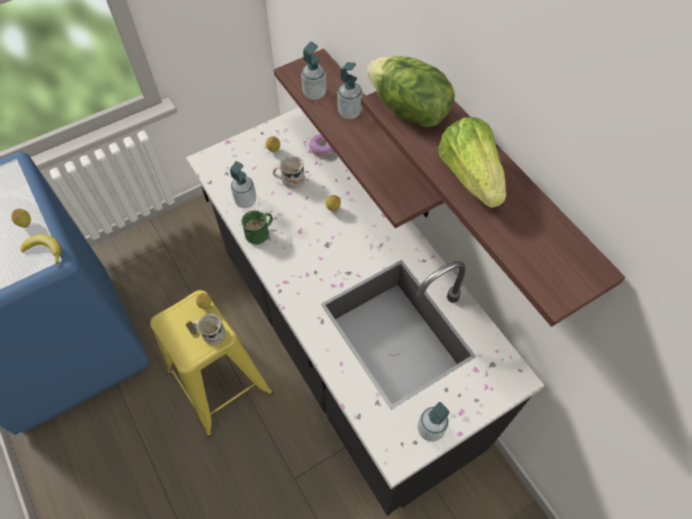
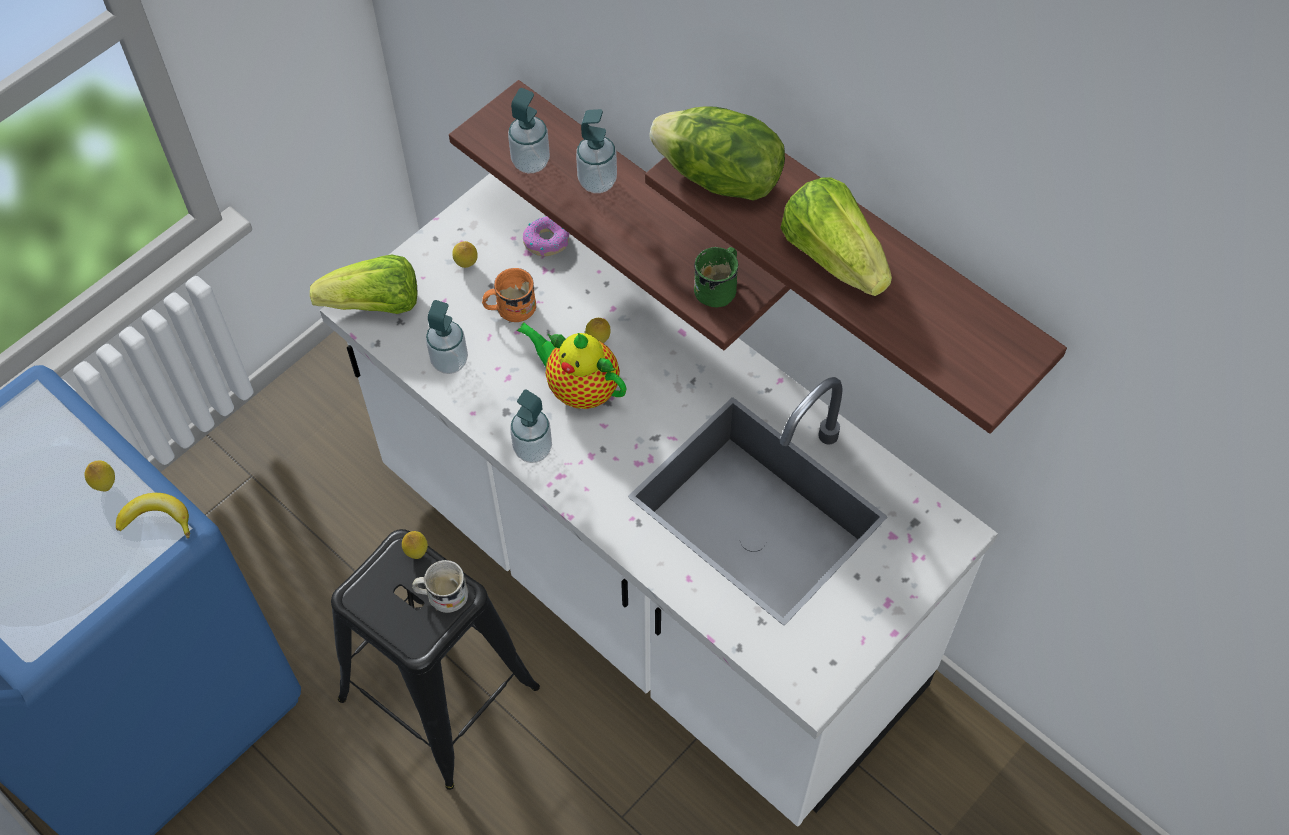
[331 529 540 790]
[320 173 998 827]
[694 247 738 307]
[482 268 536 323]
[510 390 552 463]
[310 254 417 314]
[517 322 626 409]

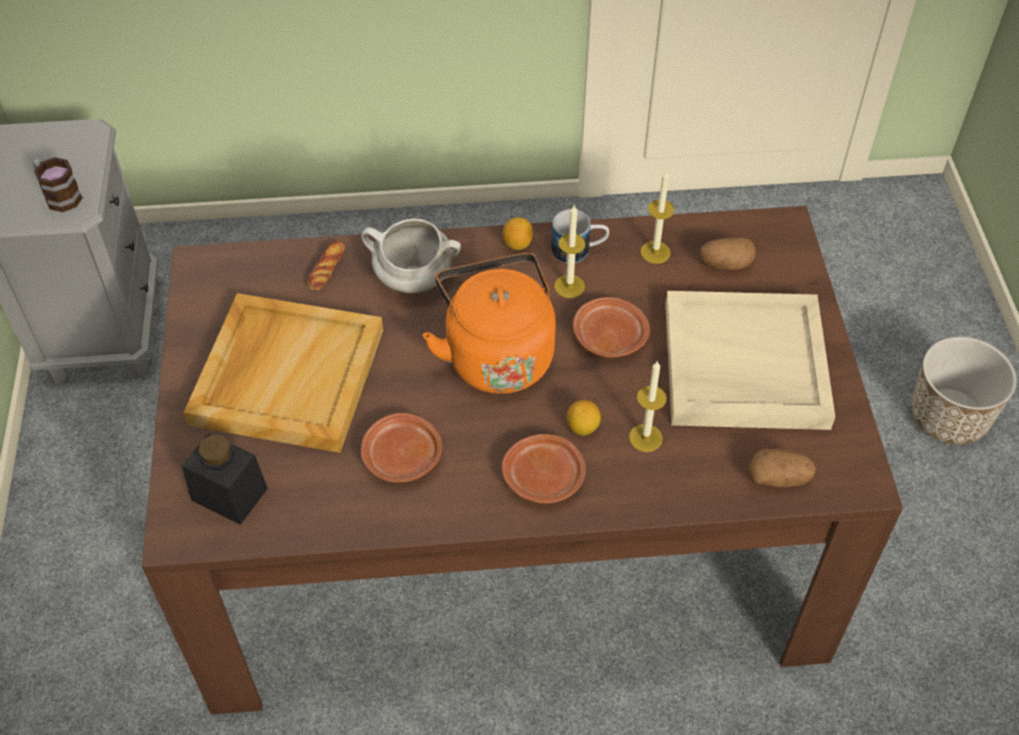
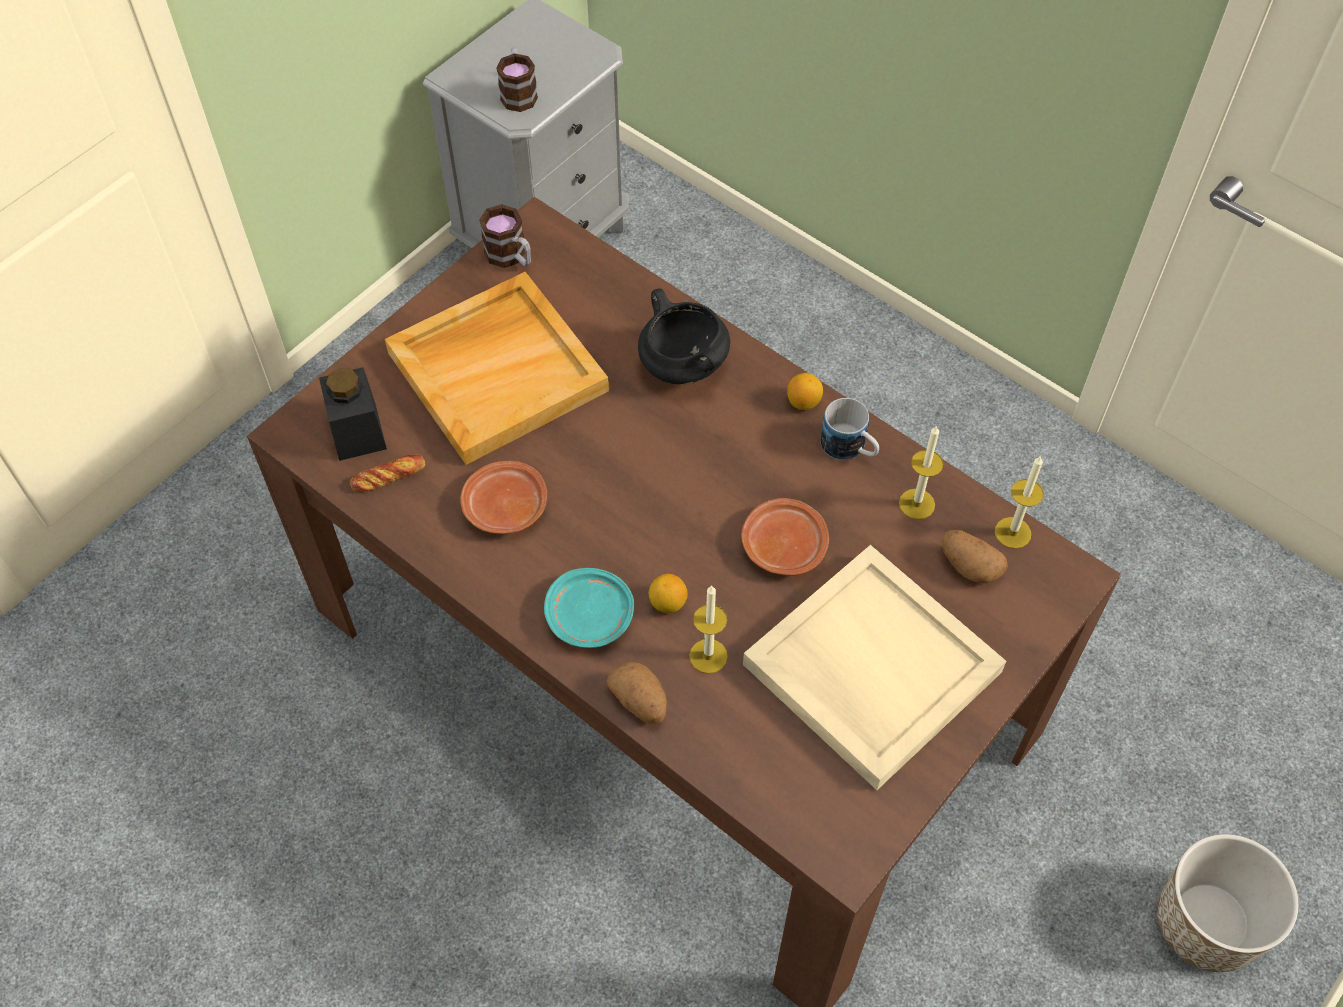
[350 455 425 492]
[638 289 730 385]
[423 253 556 394] (first image)
[544 568 634 648]
[995 456 1044 549]
[607 662 667 724]
[479 204 531 268]

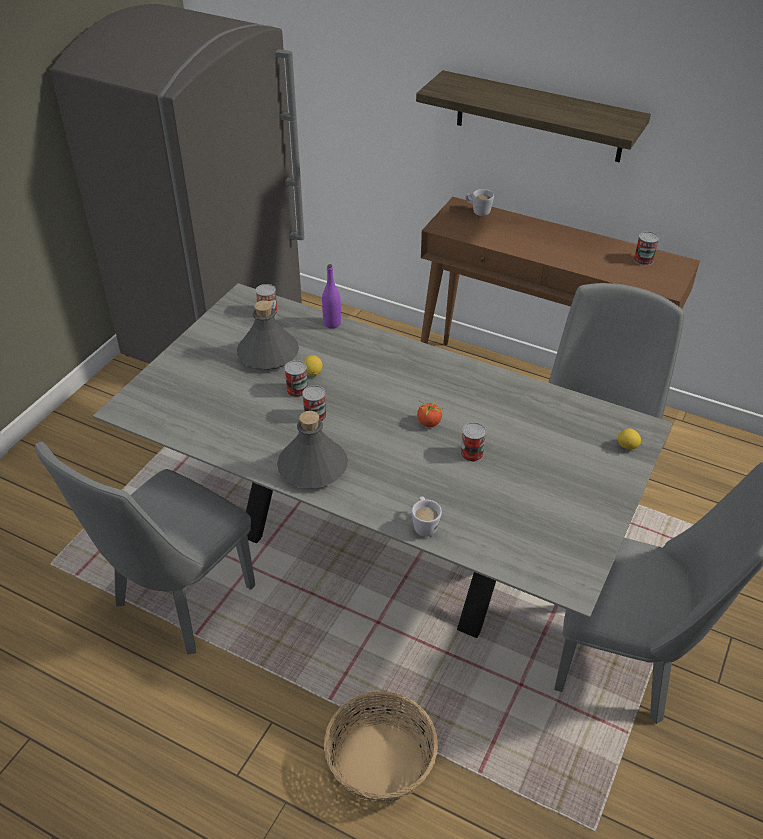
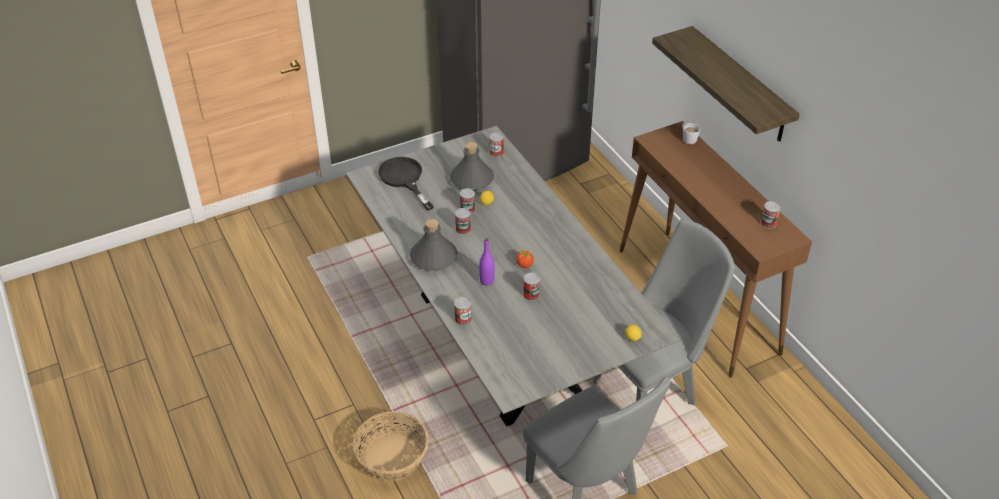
[35 442 255 654] (first image)
[479 238 495 286]
[454 297 472 325]
[378 157 434 211]

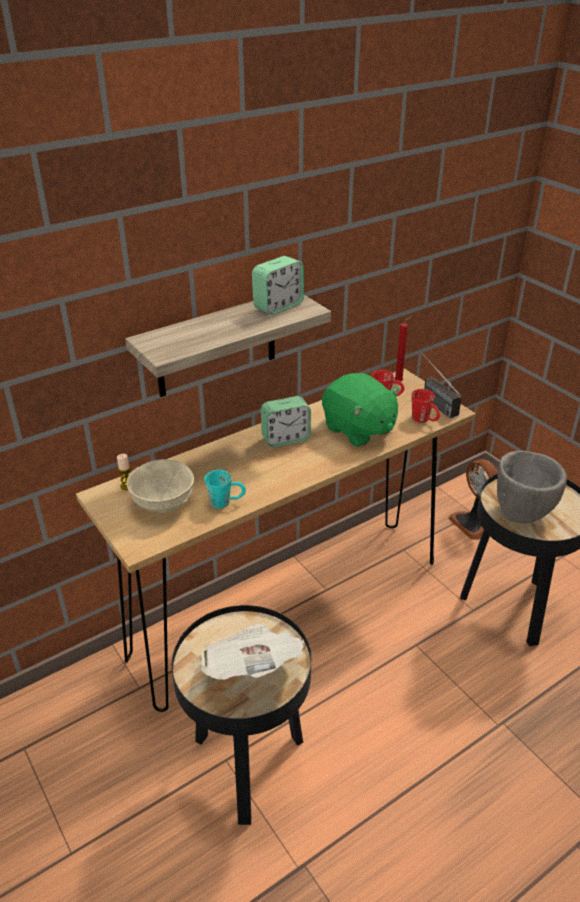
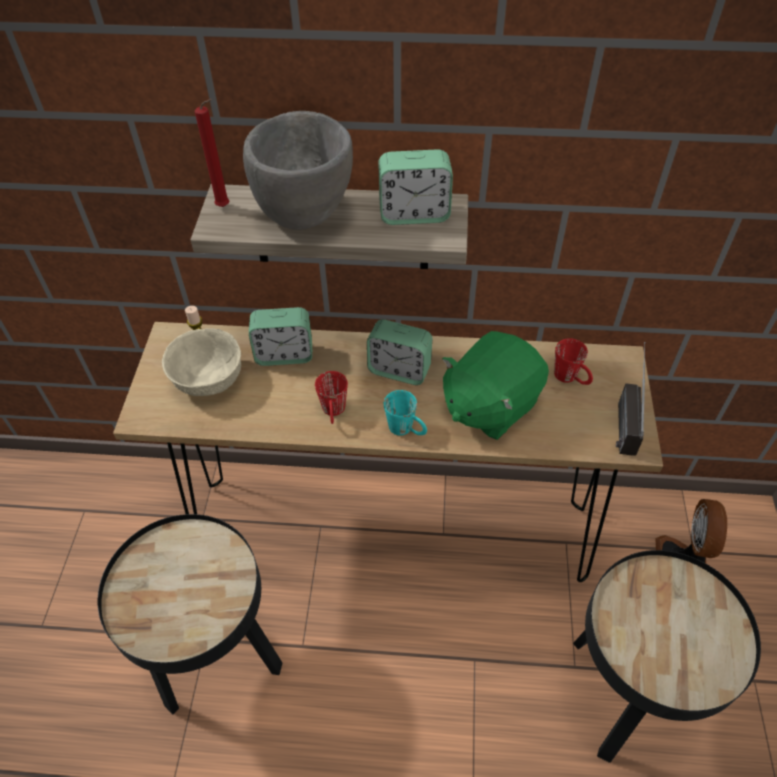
[201 623 304 680] (first image)
[384 390 427 436]
[442 331 549 440]
[195 99 229 207]
[315 371 348 424]
[243 111 353 230]
[249 307 312 366]

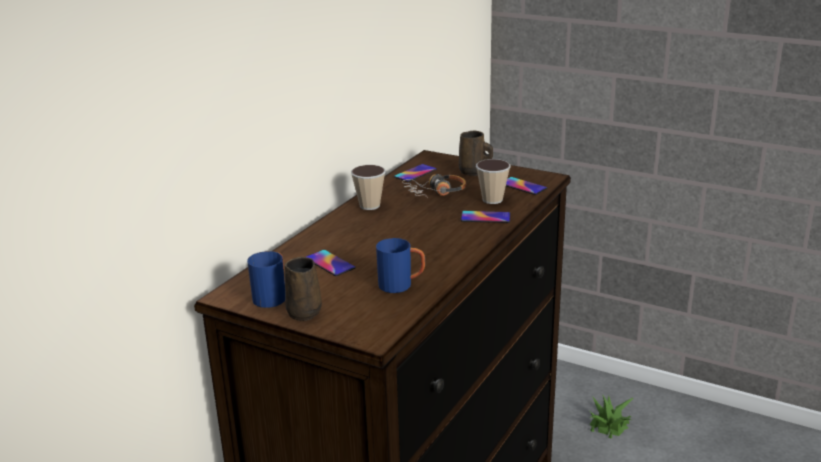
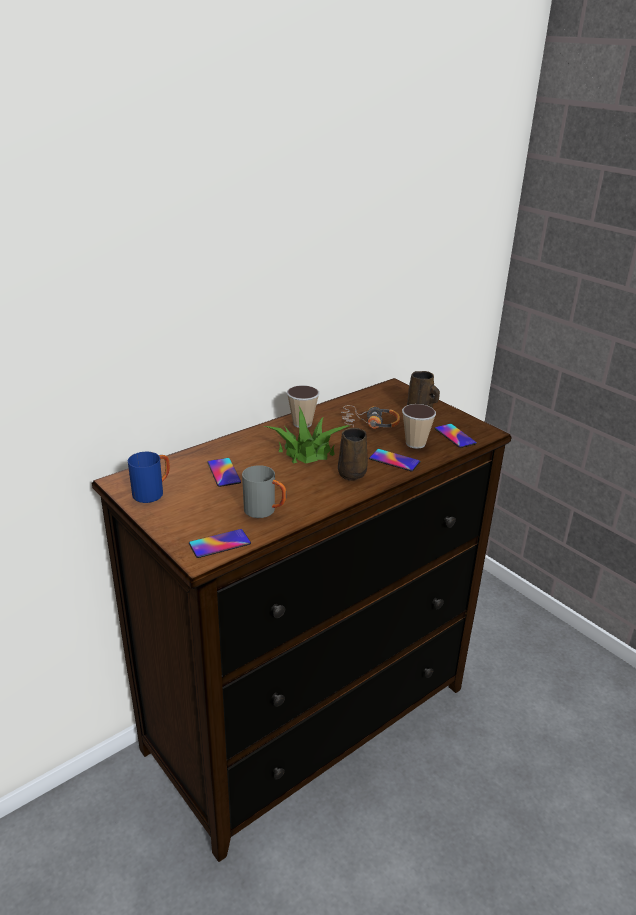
[338 428 368 481]
[242 465 286 518]
[189 529 251 558]
[264 406 351 463]

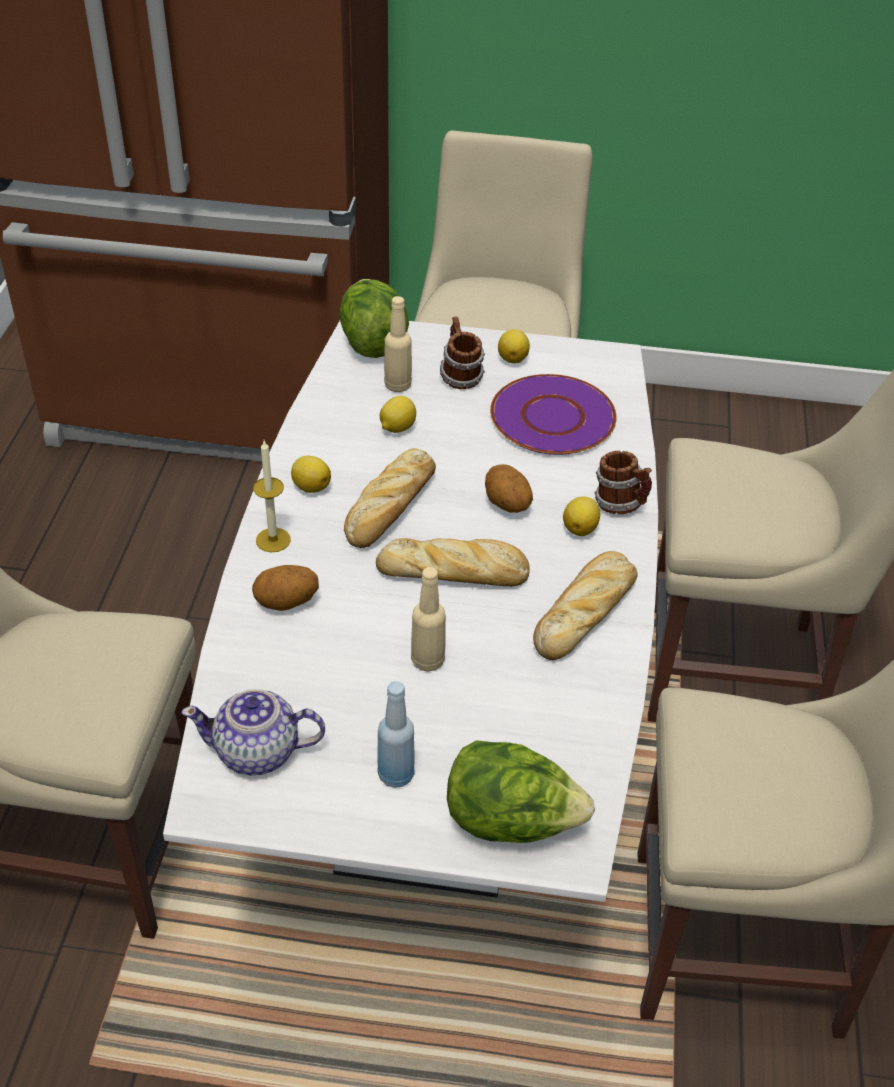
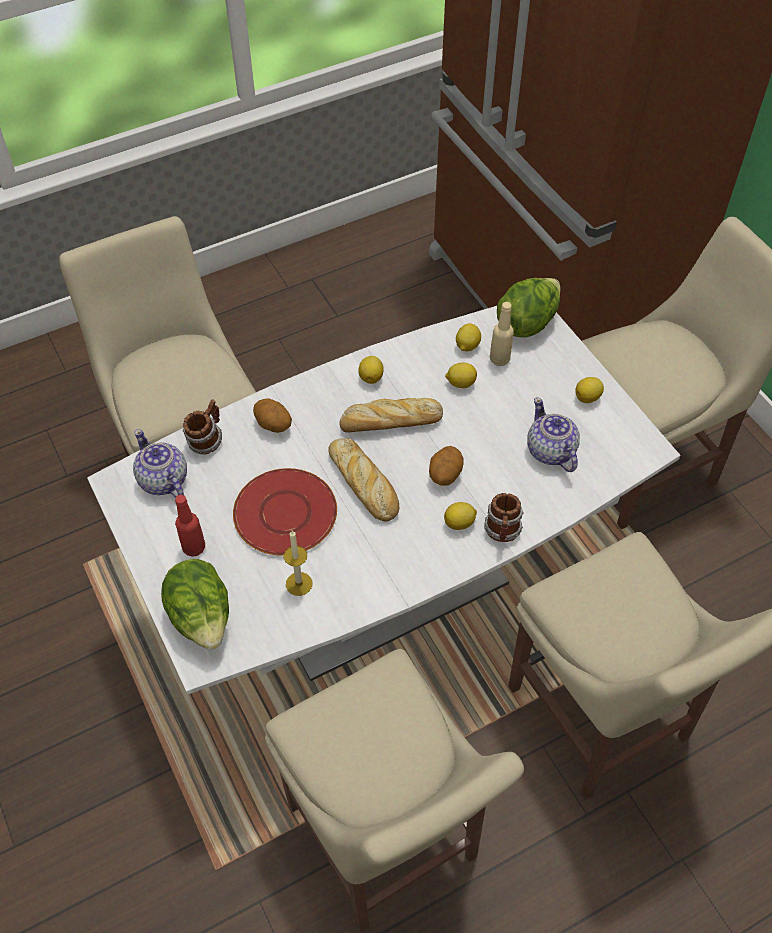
[284 530 313 596]
[175 495 205 557]
[233 468 337 556]
[182 399 222 454]
[527 397 580 472]
[533 551 638 660] (first image)
[456 323 481 351]

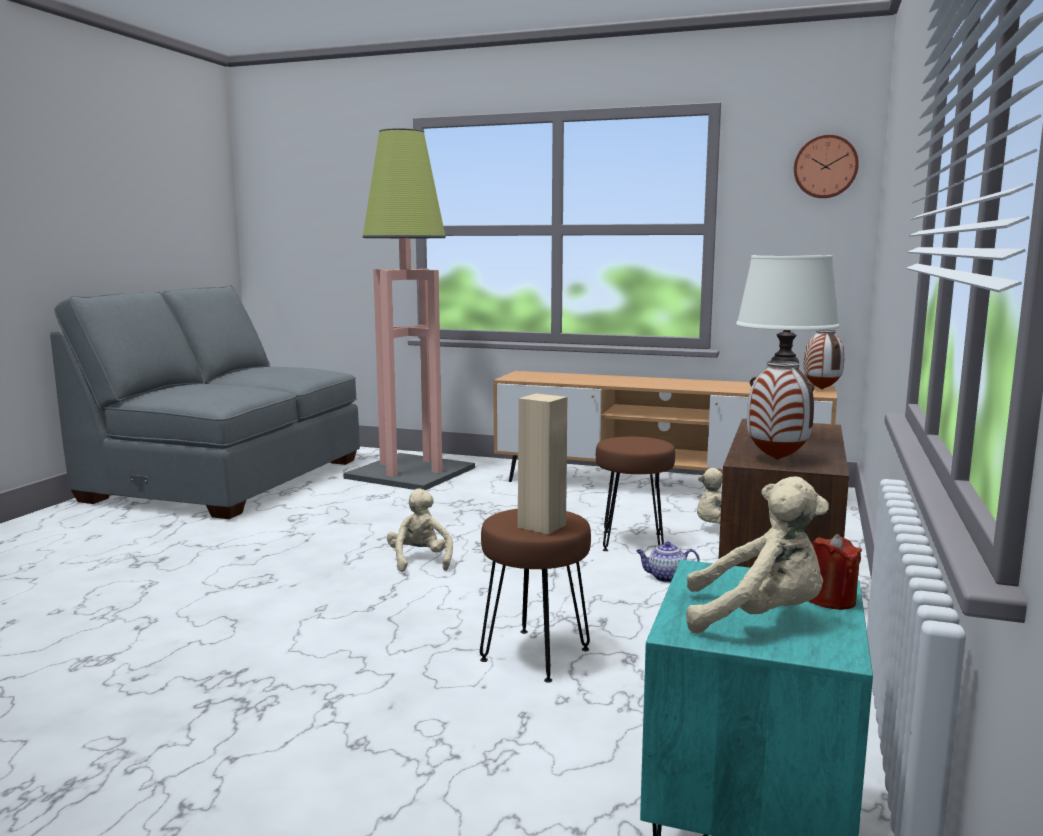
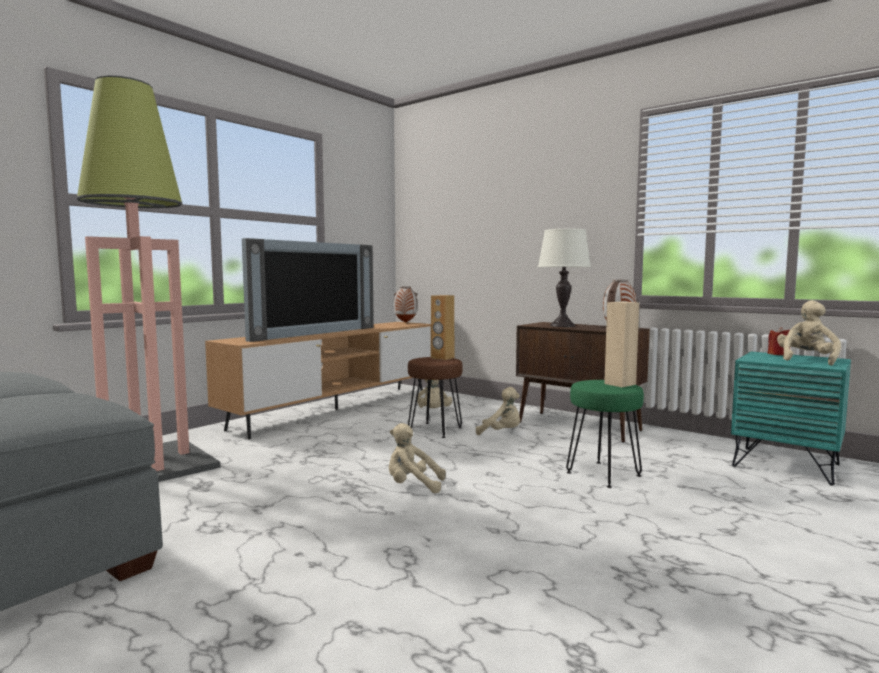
[566 380 644 488]
[476 387 520 435]
[794 134 859 198] (first image)
[242 238 374 342]
[431 295 454 360]

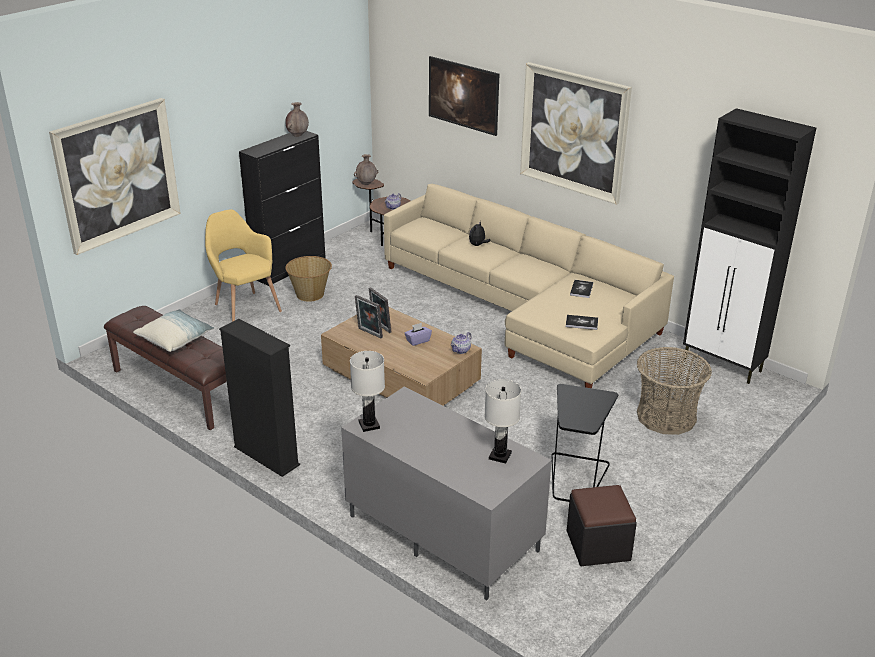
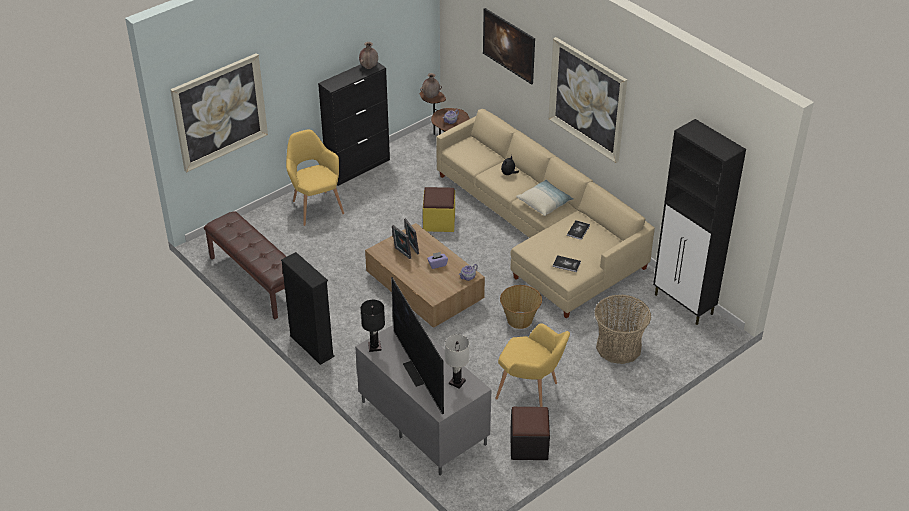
[516 180 574 216]
[500 285 542 329]
[361 300 385 352]
[496 323 570 407]
[391 277 444 414]
[423 187 455 232]

